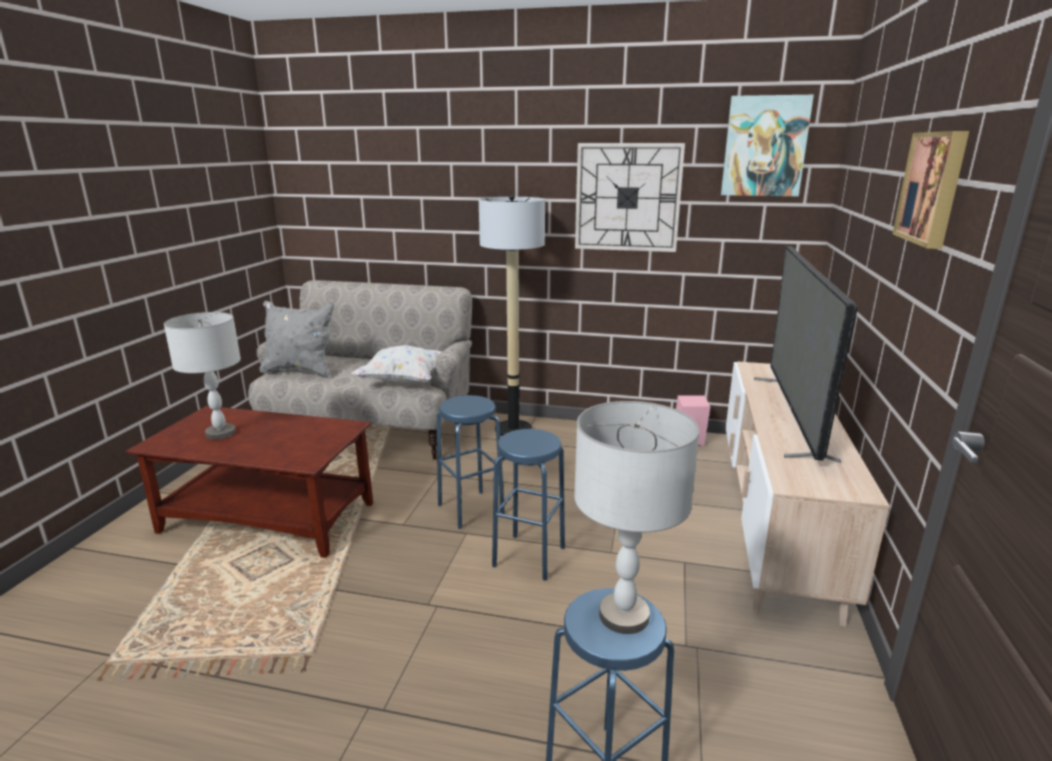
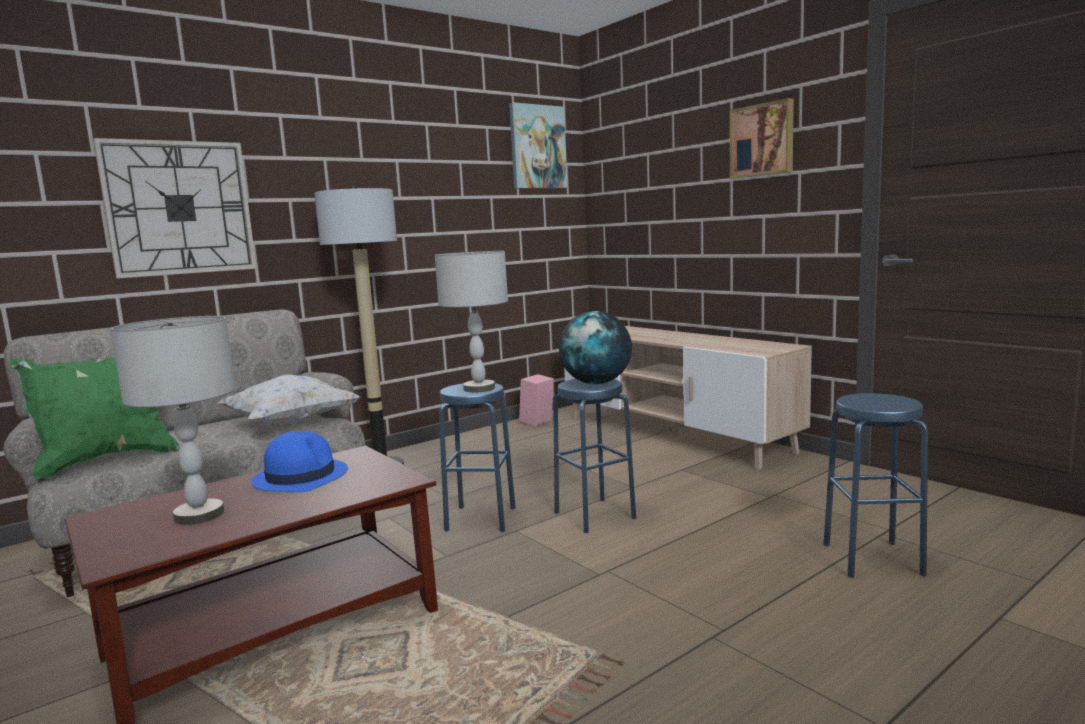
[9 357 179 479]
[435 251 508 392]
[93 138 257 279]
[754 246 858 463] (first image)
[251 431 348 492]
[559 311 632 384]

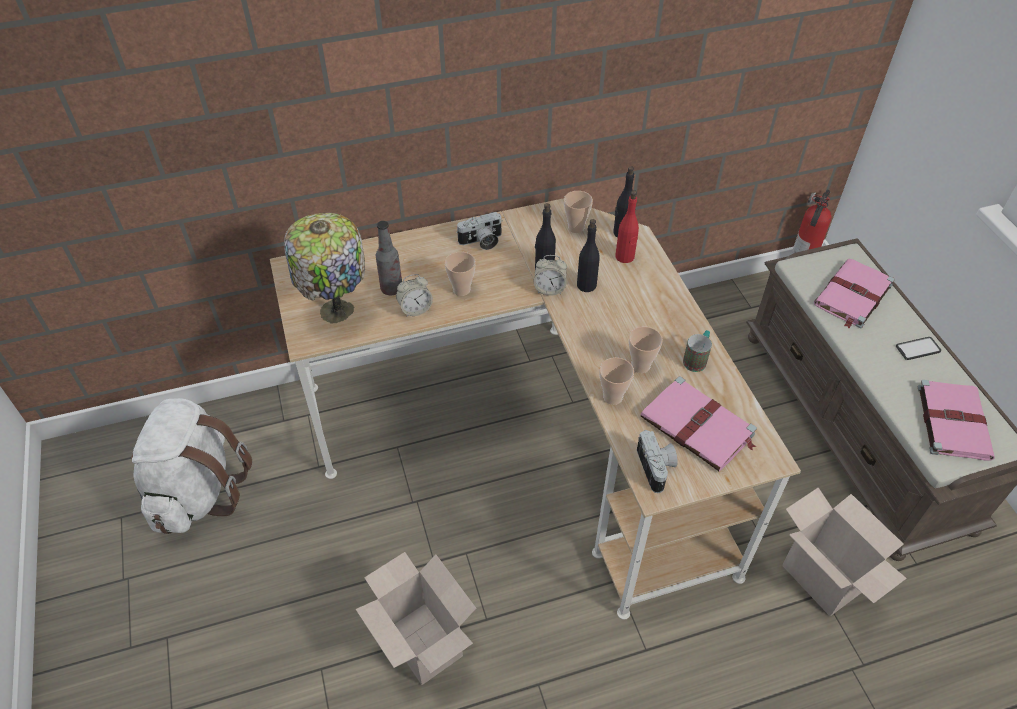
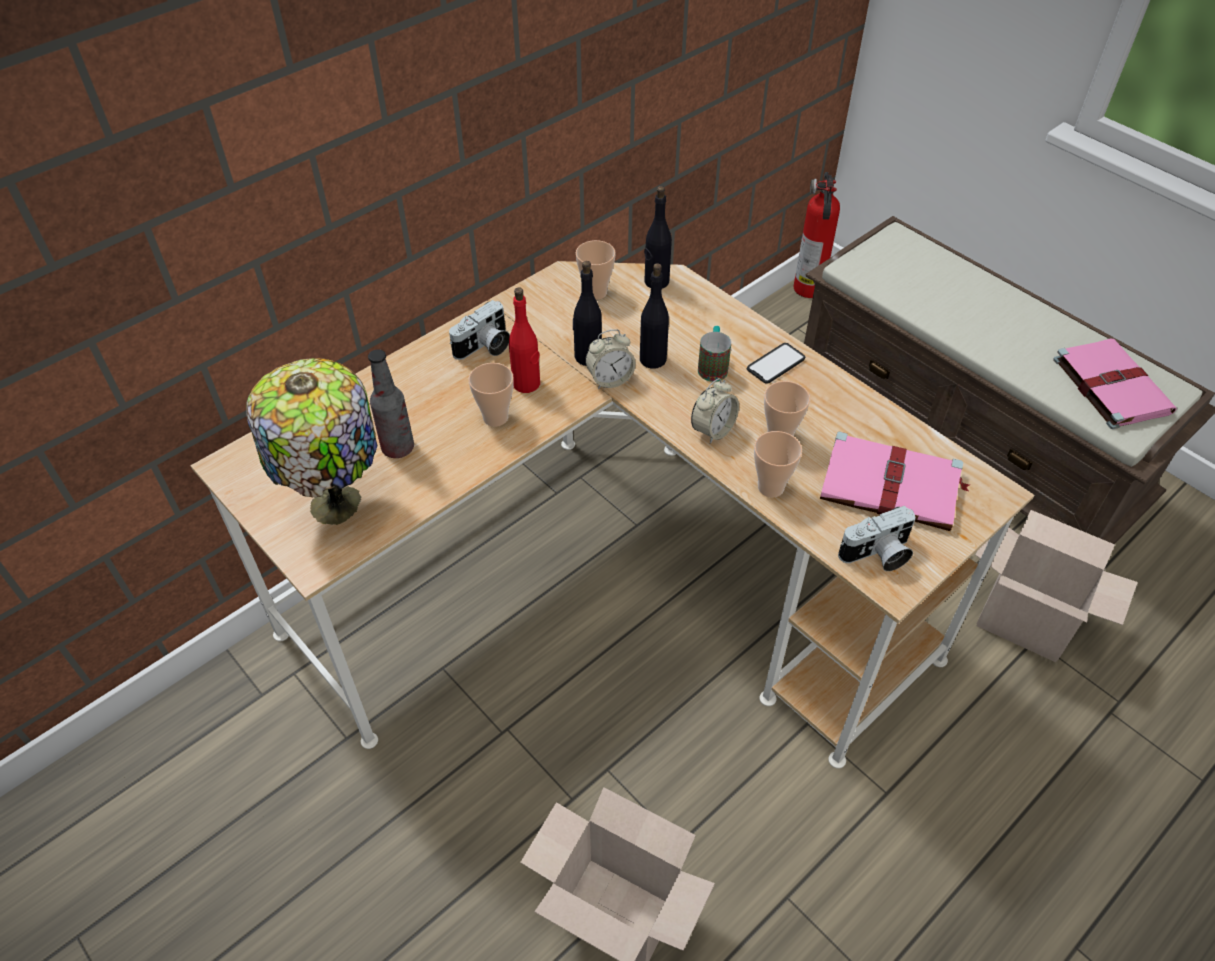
[131 398 252 534] (first image)
[691 378 739 444]
[509 287 540 393]
[838 506 915 571]
[698 326 731 382]
[814 259 895 328] (first image)
[747 343 806 384]

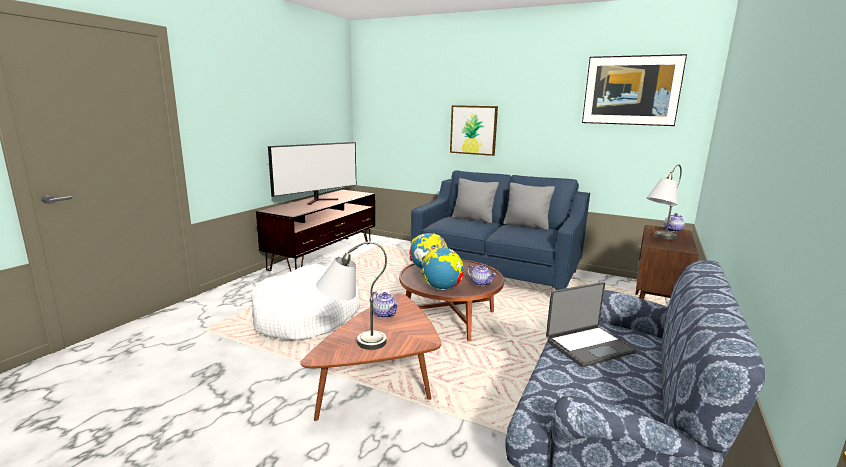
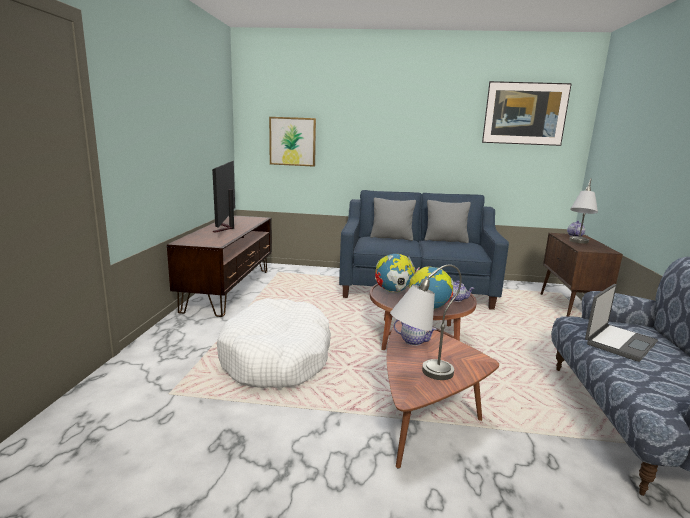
[212 161 235 232]
[269 117 316 167]

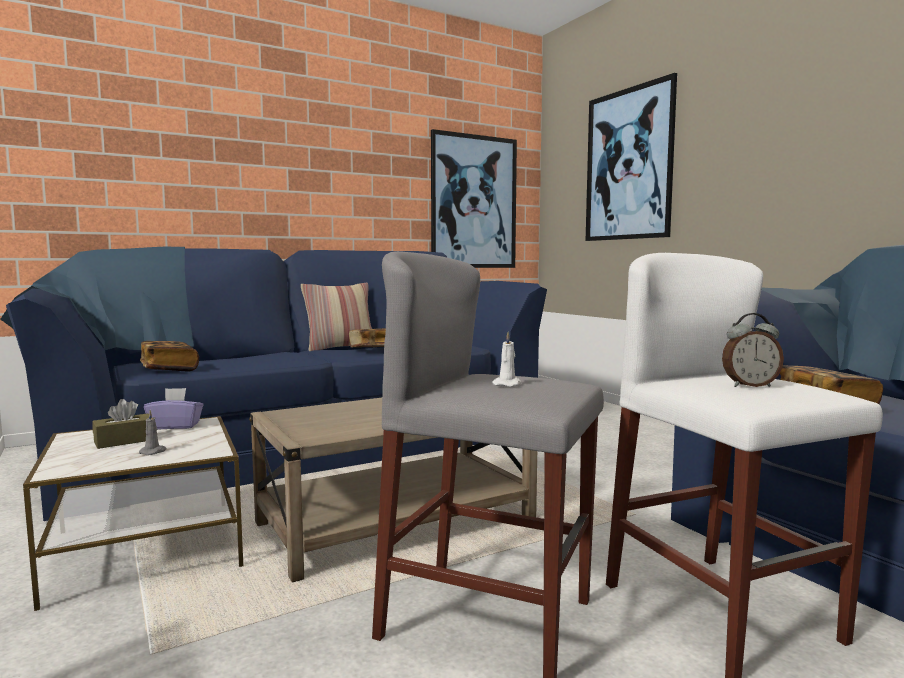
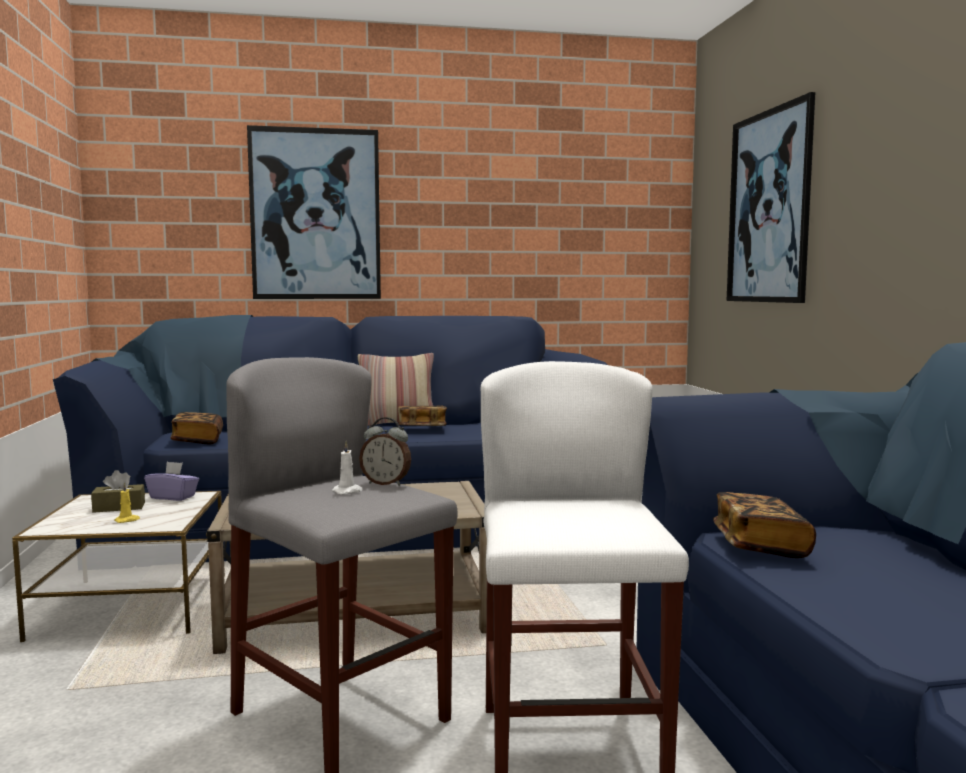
[114 483 140 523]
[247 125 381 299]
[359 417 411 486]

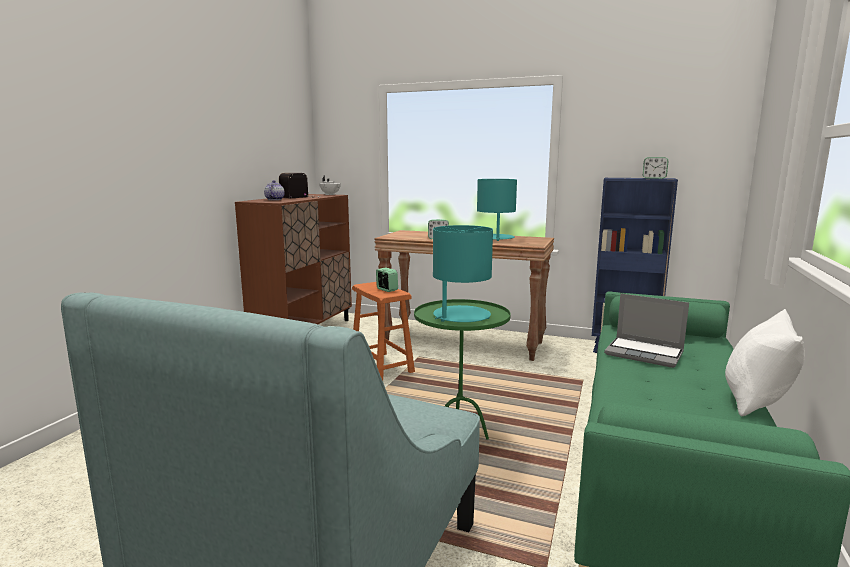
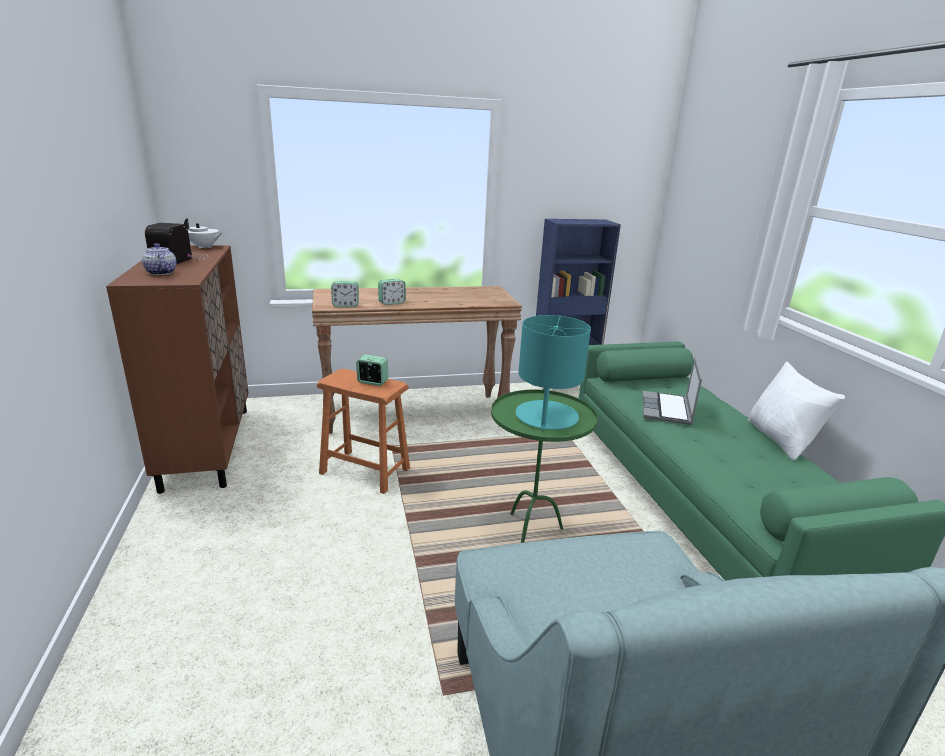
[477 179 517 241] (first image)
[643 357 702 425]
[331 281 359 307]

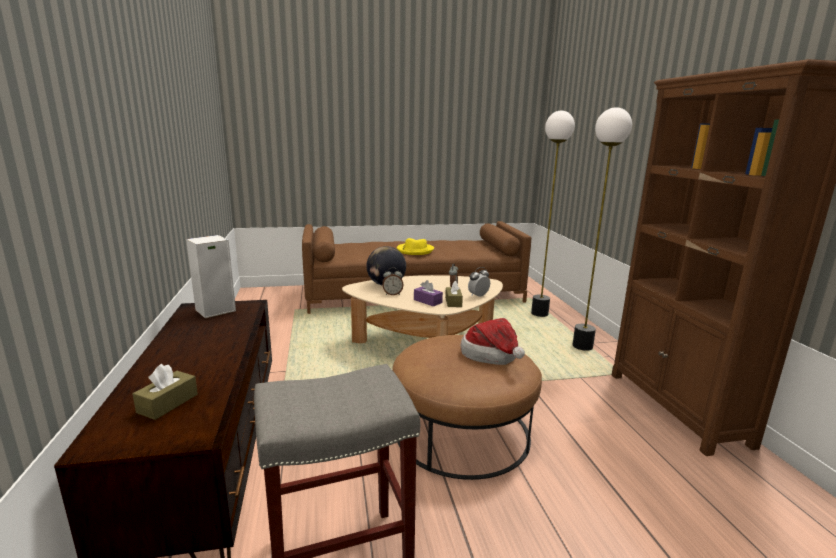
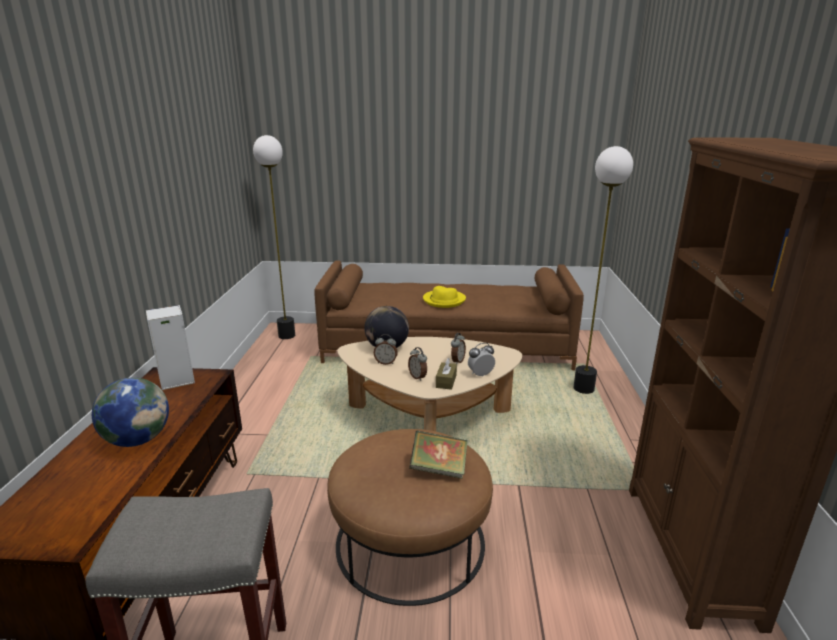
[133 364 198 420] (first image)
[408 347 427 381]
[409 431 468 479]
[253 135 295 339]
[92 378 169 447]

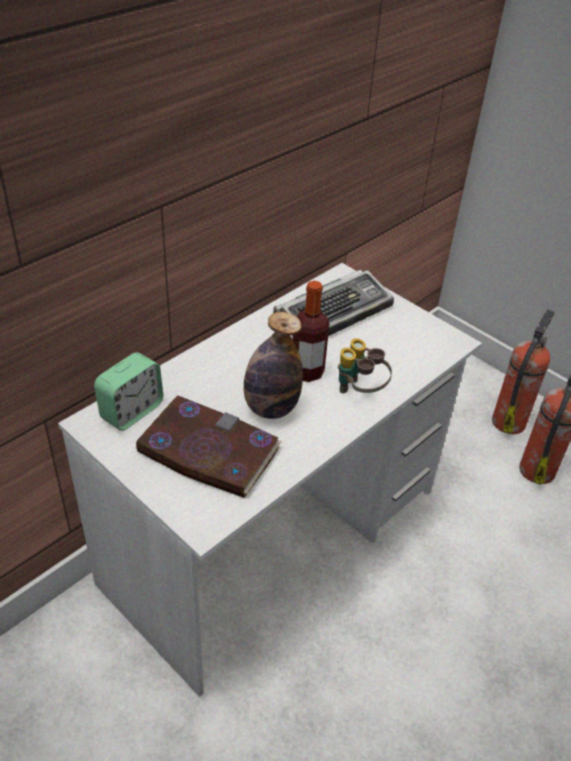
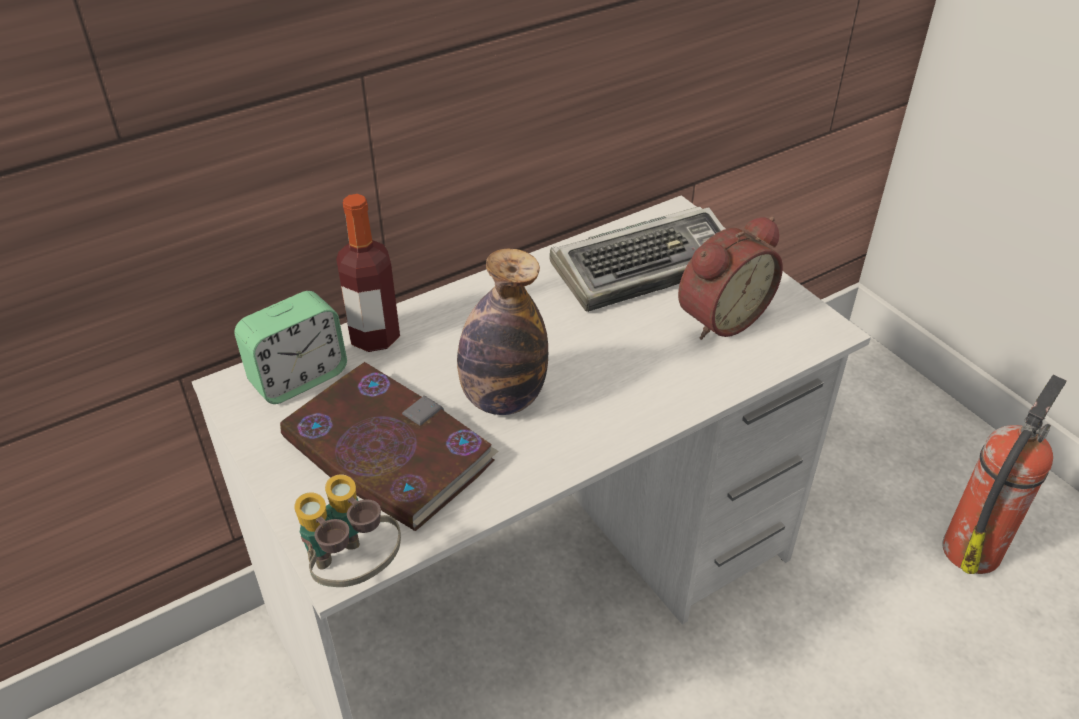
[336 194 400 352]
[294 474 401 587]
[492 309 555 434] (first image)
[678 216 783 340]

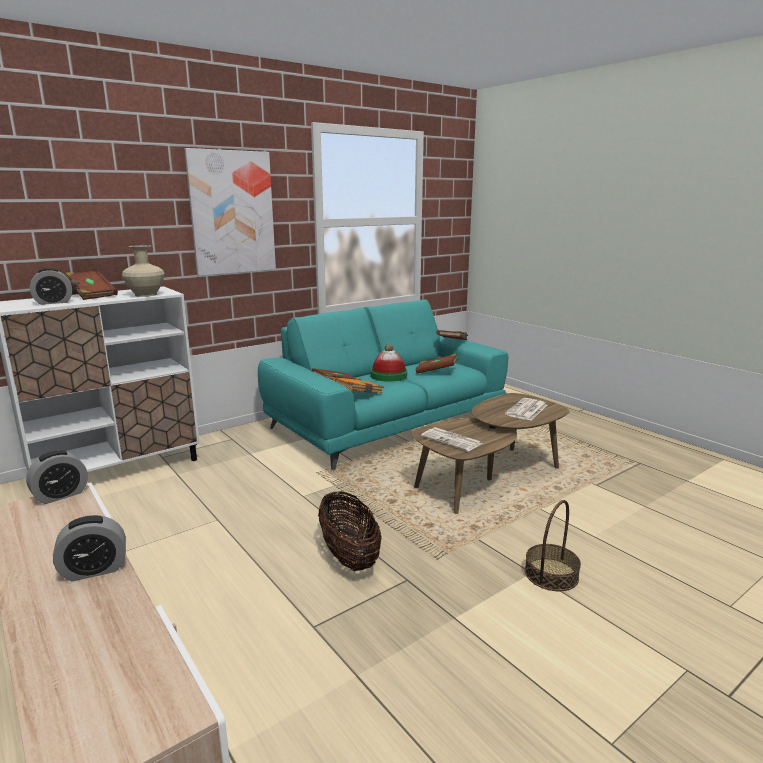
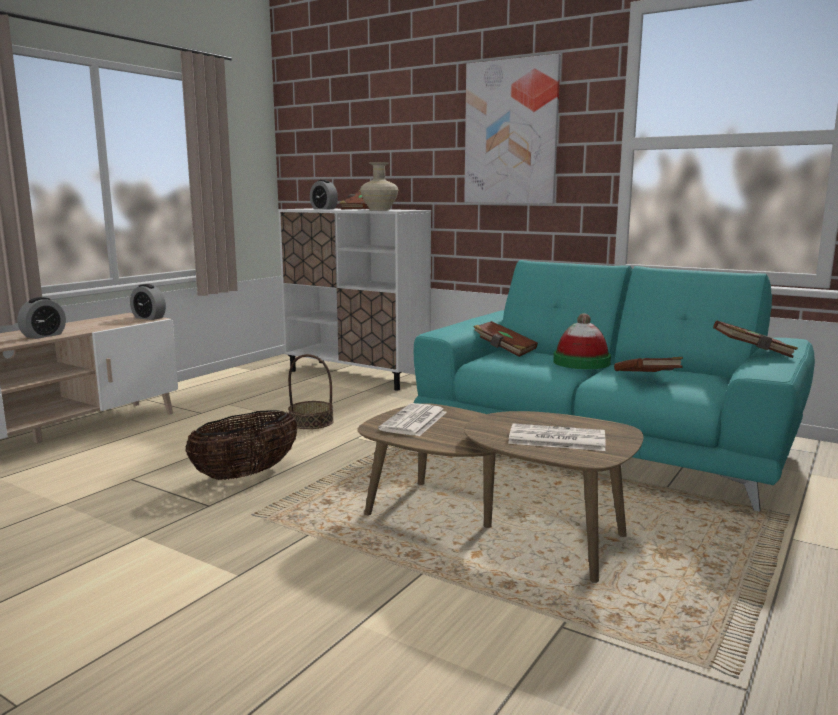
[17 297 66 339]
[333 377 384 393] (first image)
[288 354 334 429]

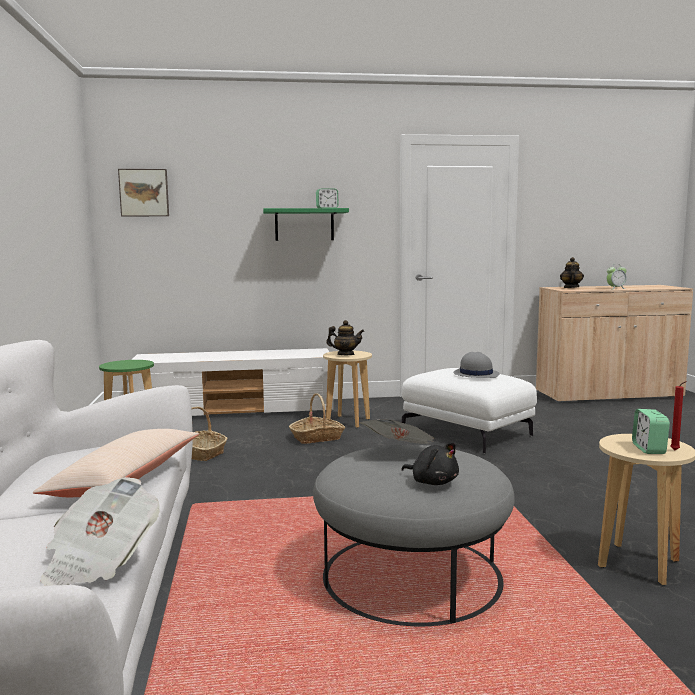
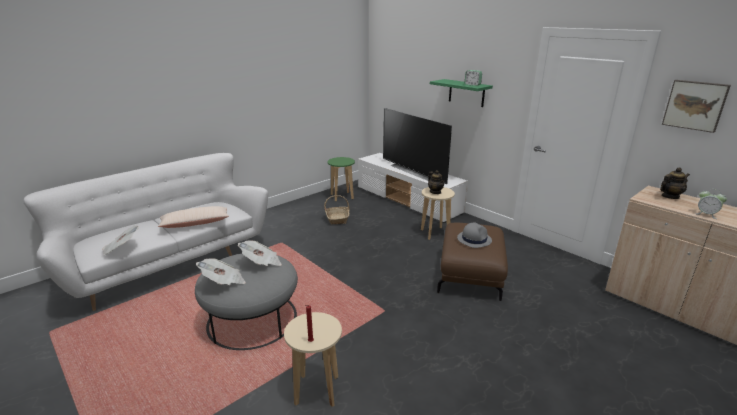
[662 80 731 133]
[289 393 346 444] (first image)
[196 258 246 285]
[437 223 508 301]
[632 409 670 454] (first image)
[383 108 452 184]

